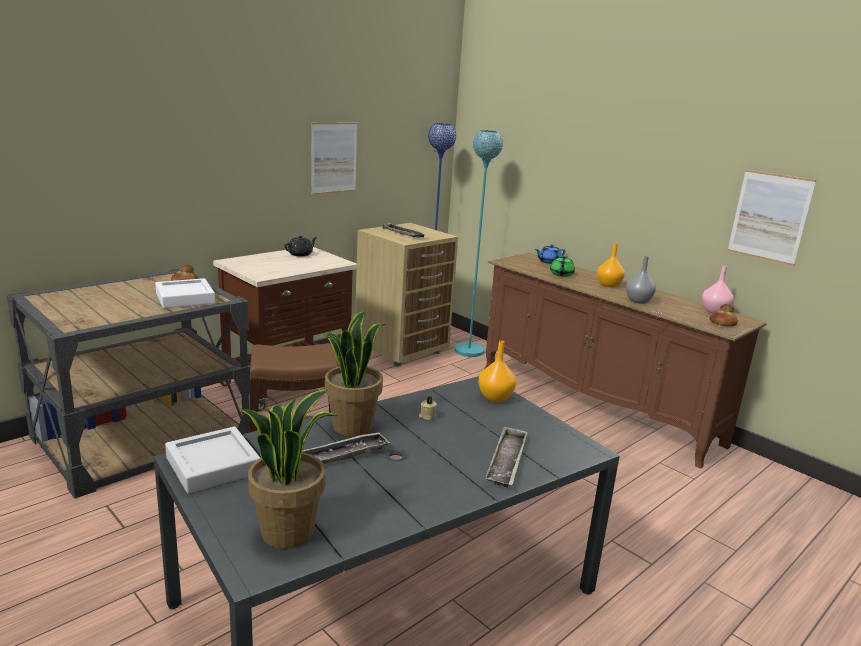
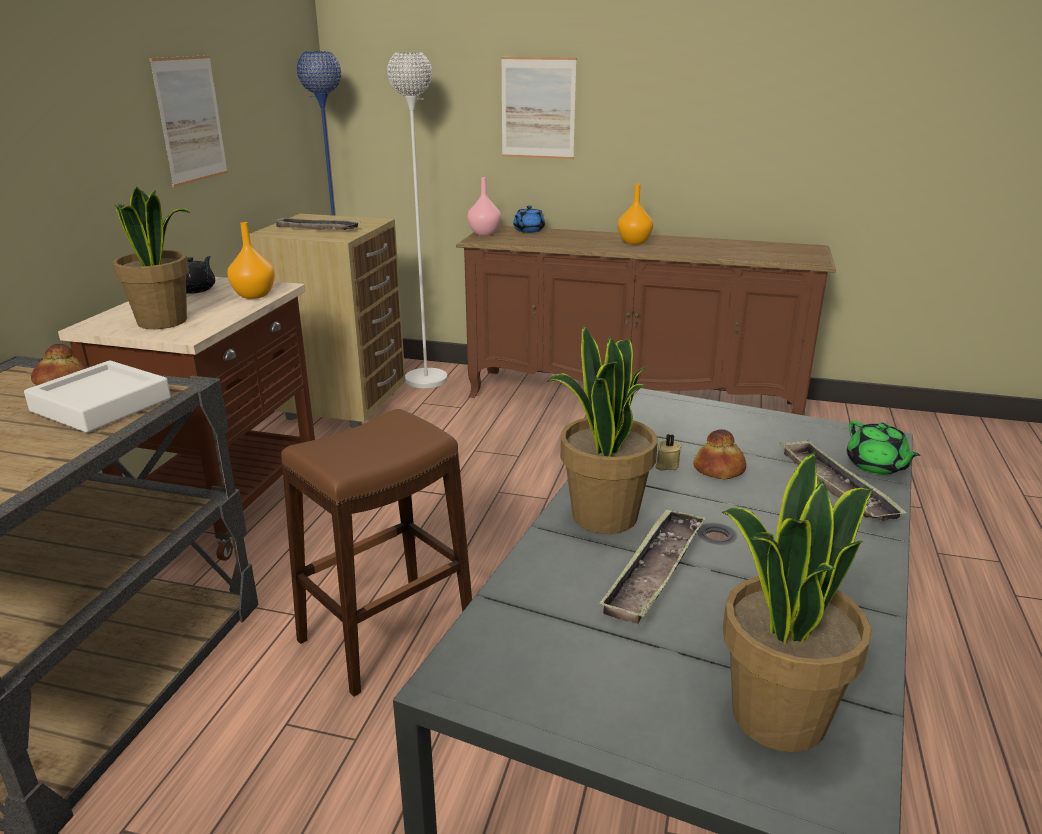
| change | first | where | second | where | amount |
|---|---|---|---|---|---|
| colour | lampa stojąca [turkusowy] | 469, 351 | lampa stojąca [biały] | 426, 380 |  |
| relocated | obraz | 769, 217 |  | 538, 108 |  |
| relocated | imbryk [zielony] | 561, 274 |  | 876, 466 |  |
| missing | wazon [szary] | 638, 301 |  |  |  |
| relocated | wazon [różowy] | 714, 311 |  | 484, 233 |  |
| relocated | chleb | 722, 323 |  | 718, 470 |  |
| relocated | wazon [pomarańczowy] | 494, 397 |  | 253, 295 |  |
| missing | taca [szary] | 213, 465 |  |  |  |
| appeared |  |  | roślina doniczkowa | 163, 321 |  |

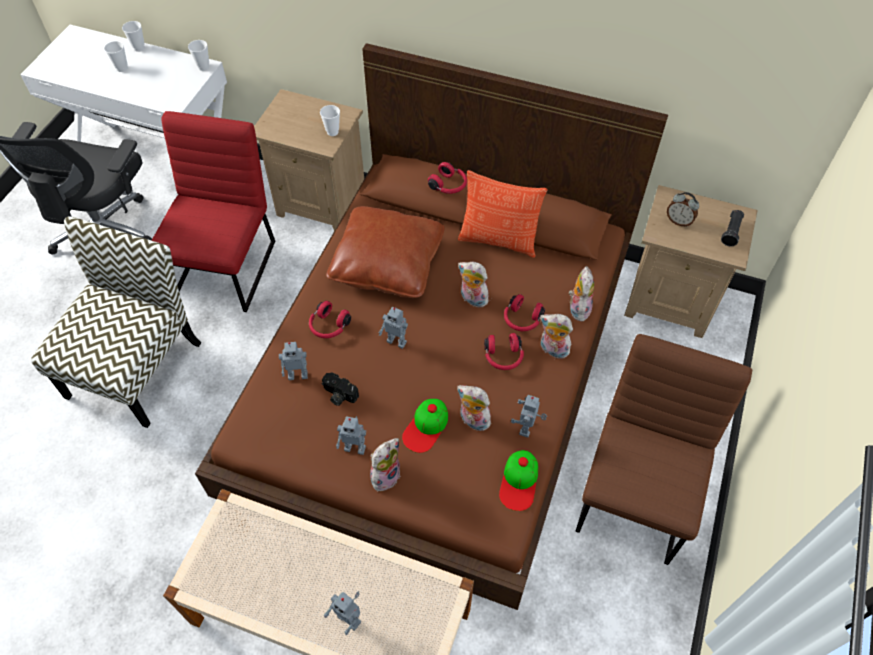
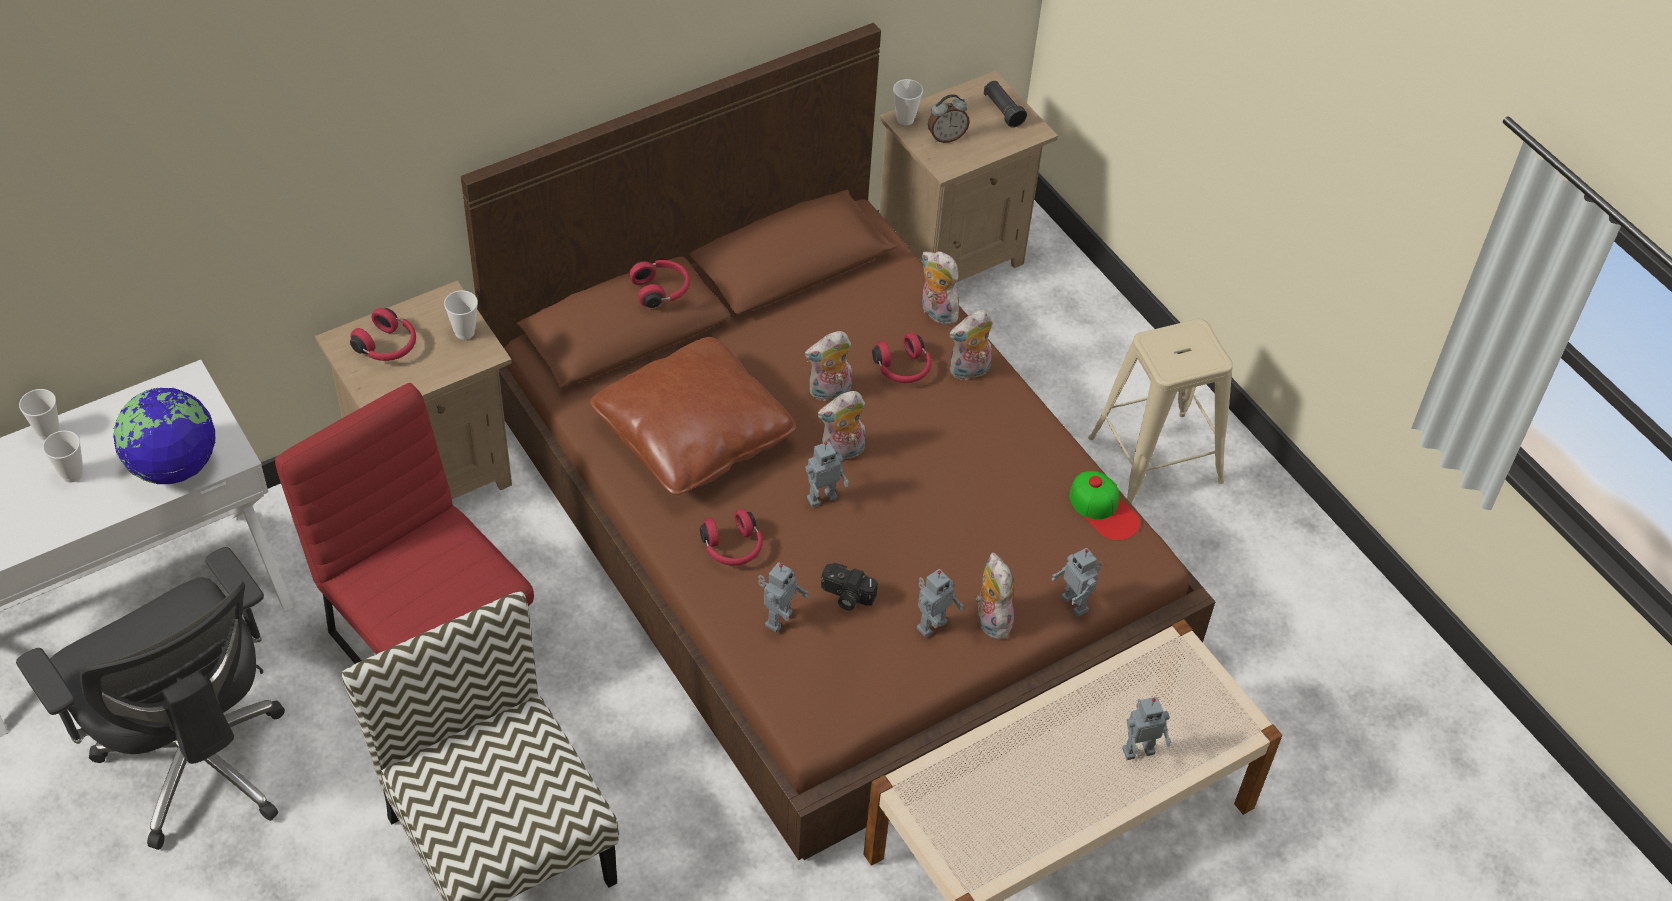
| change | first | where | second | where | amount |
|---|---|---|---|---|---|
| relocated | filiżanka | 203, 67 |  | 905, 119 |  |
| missing | poduszka [pomarańczowy] | 498, 240 |  |  |  |
| relocated | słuchawki [czerwony] | 503, 357 |  | 387, 346 |  |
| exchanged | krzesło [brązowy] | 636, 494 | stołek [beżowy] | 1155, 460 |  |
| spun | aparat fotograficzny | 338, 395 |  | 845, 596 | 45 degrees clockwise |
| relocated | pluszak | 472, 421 |  | 842, 452 |  |
| relocated | robot zabawkowy | 527, 428 |  | 1076, 603 |  |
| missing | czapka z daszkiem | 426, 427 |  |  |  |
| appeared |  |  | globus | 173, 466 |  |

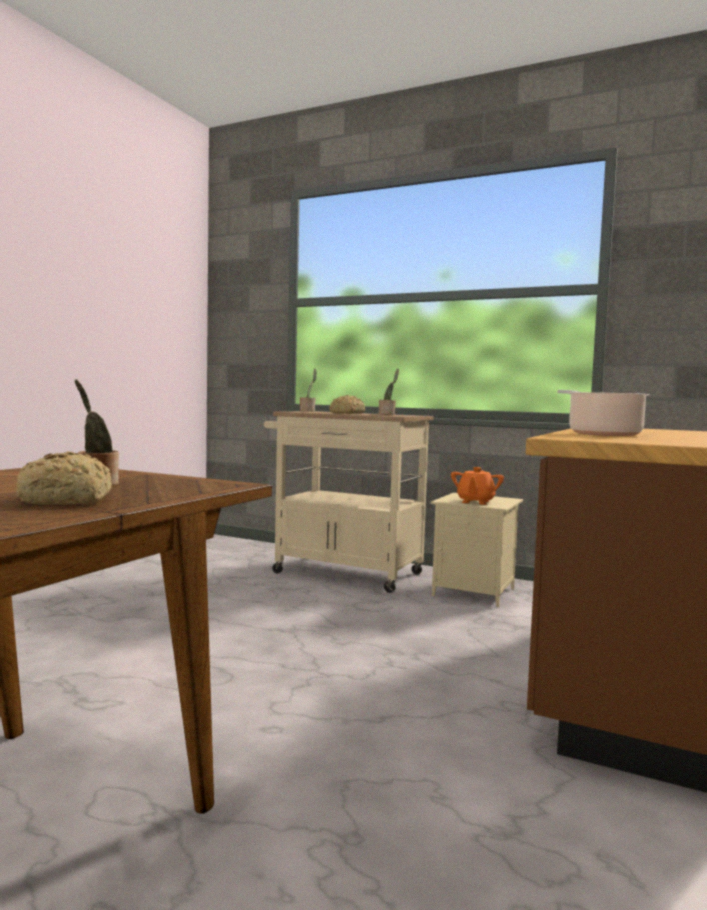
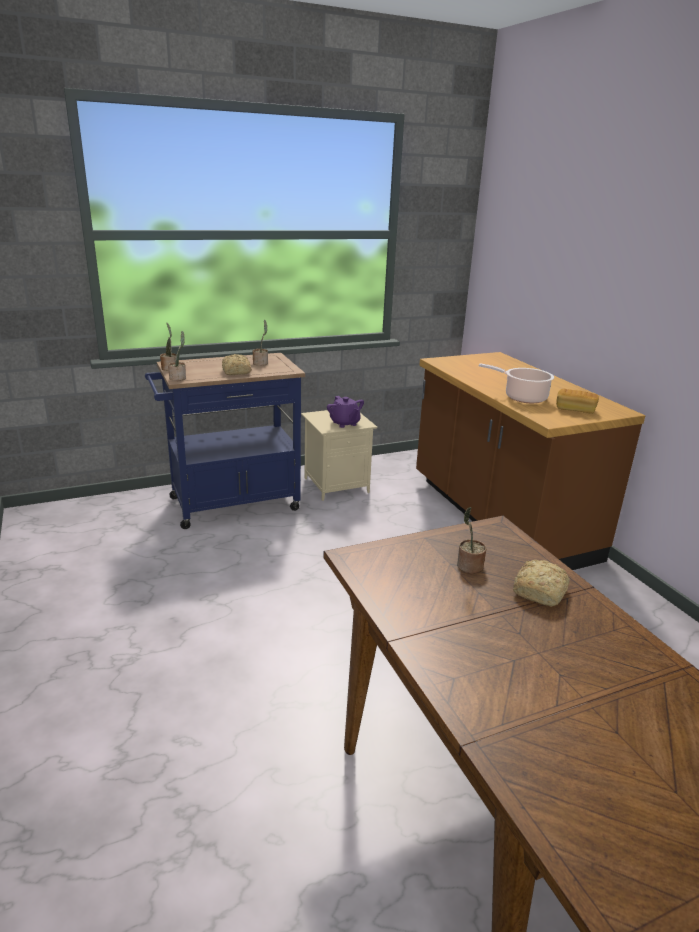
| change | first | where | second | where | amount |
|---|---|---|---|---|---|
| colour | wózek [beżowy] | 343, 573 | wózek [niebieski] | 230, 504 |  |
| colour | imbryk [pomarańczowy] | 475, 502 | imbryk [fioletowy] | 344, 423 |  |
| appeared |  |  | roślina doniczkowa | 178, 378 |  |
| appeared |  |  | chleb | 575, 410 |  |

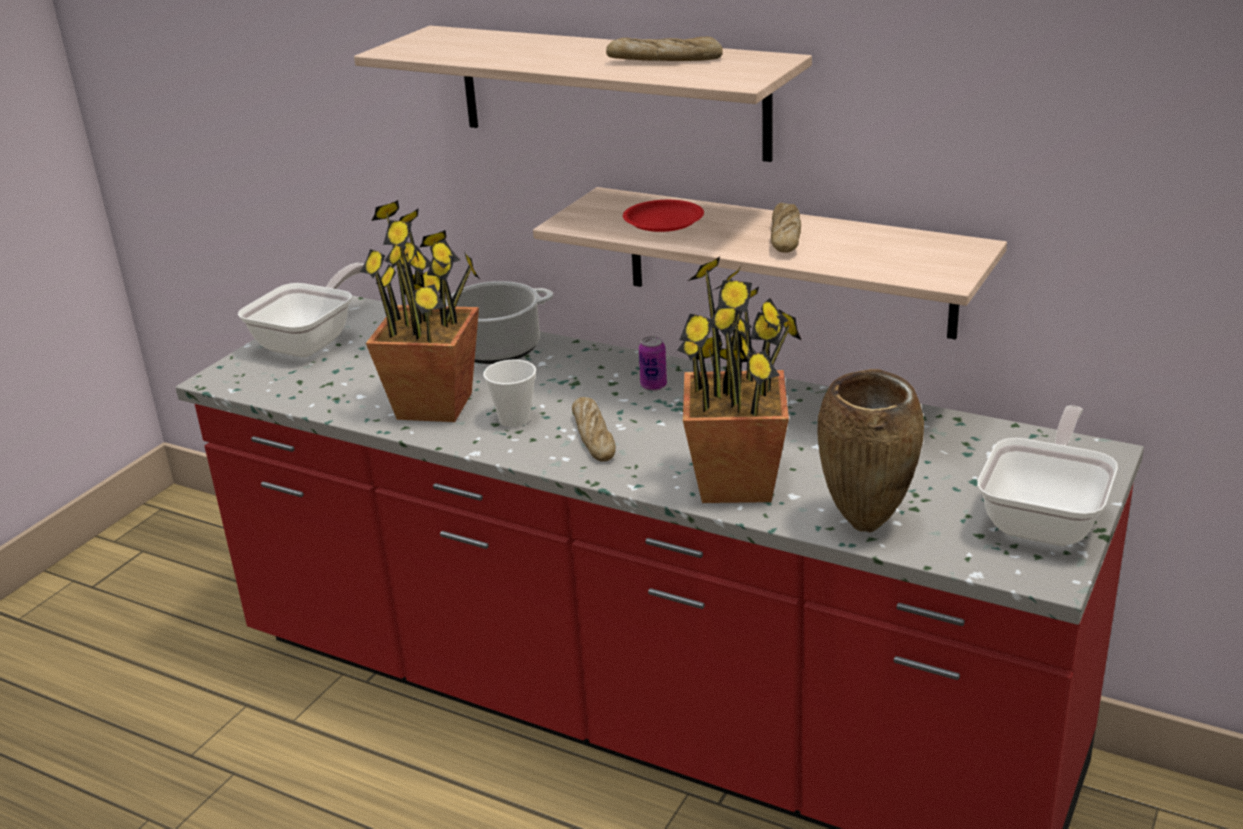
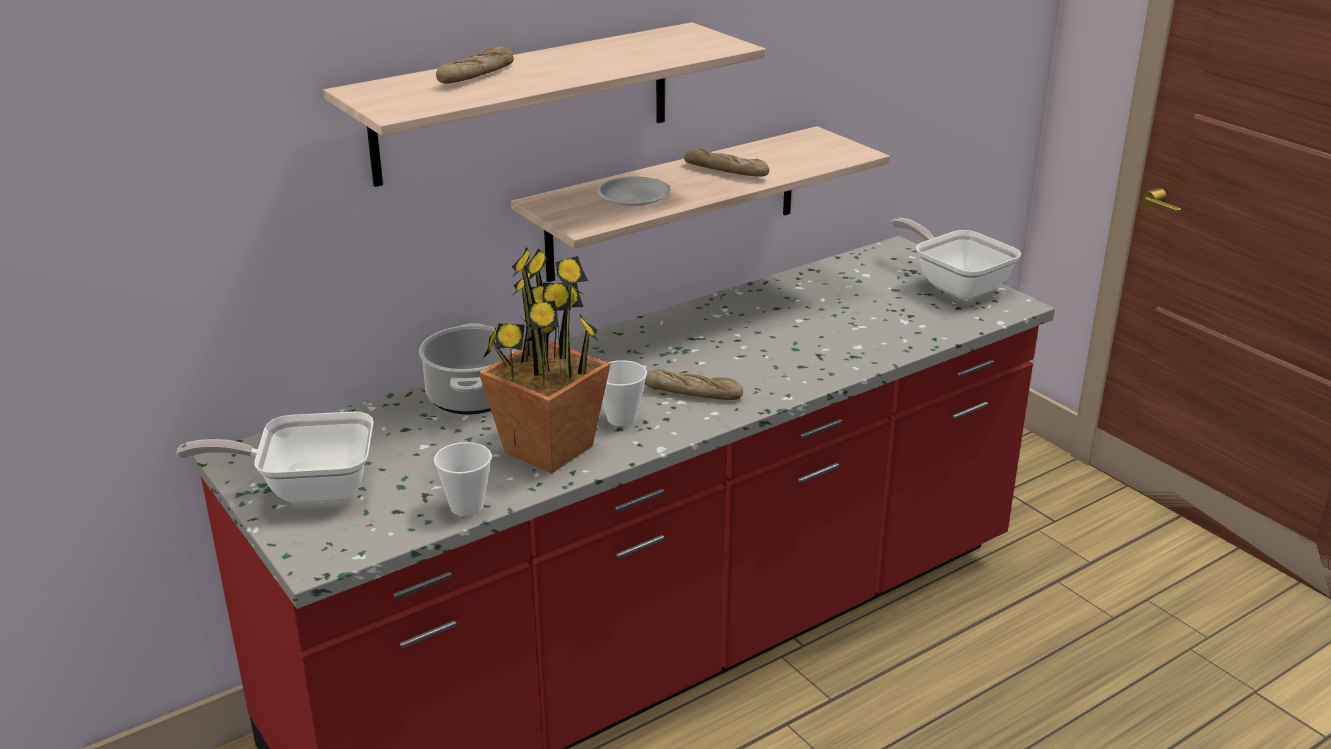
| change | first | where | second | where | amount |
|---|---|---|---|---|---|
| relocated | chleb | 664, 60 |  | 476, 75 |  |
| colour | talerz [czerwony] | 664, 221 | talerz [biały] | 634, 196 |  |
| missing | roślina doniczkowa | 735, 483 |  |  |  |
| spun | patelnia | 312, 341 |  | 307, 487 | 60 degrees counterclockwise |
| missing | puszka | 653, 386 |  |  |  |
| missing | wazon [brązowy] | 868, 526 |  |  |  |
| appeared |  |  | filiżanka | 467, 506 |  |

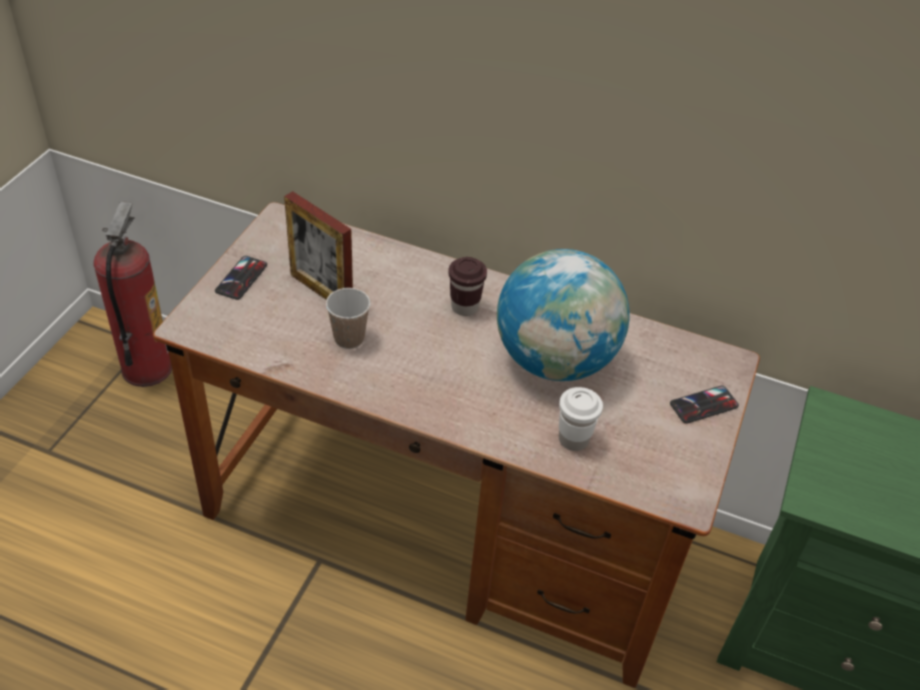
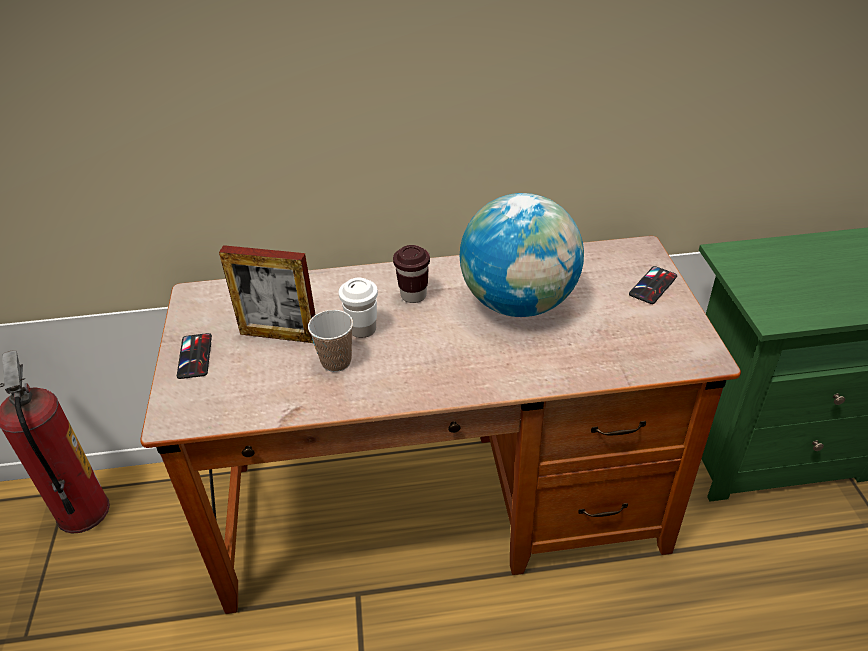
| change | first | where | second | where | amount |
|---|---|---|---|---|---|
| relocated | filiżanka [biały] | 573, 440 |  | 362, 329 |  |

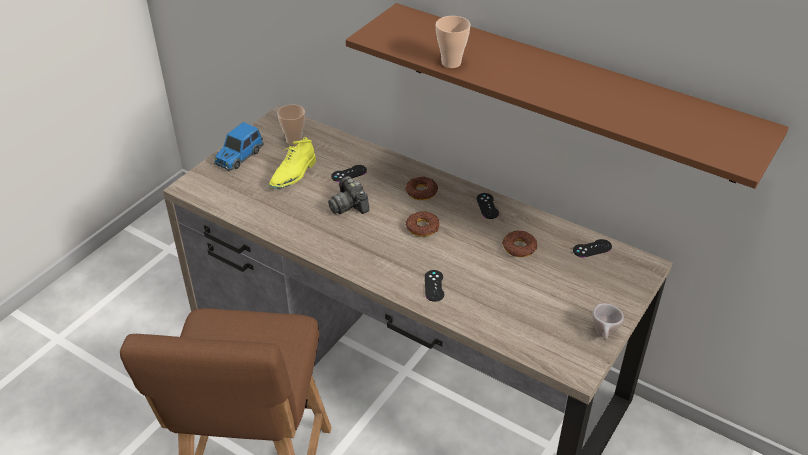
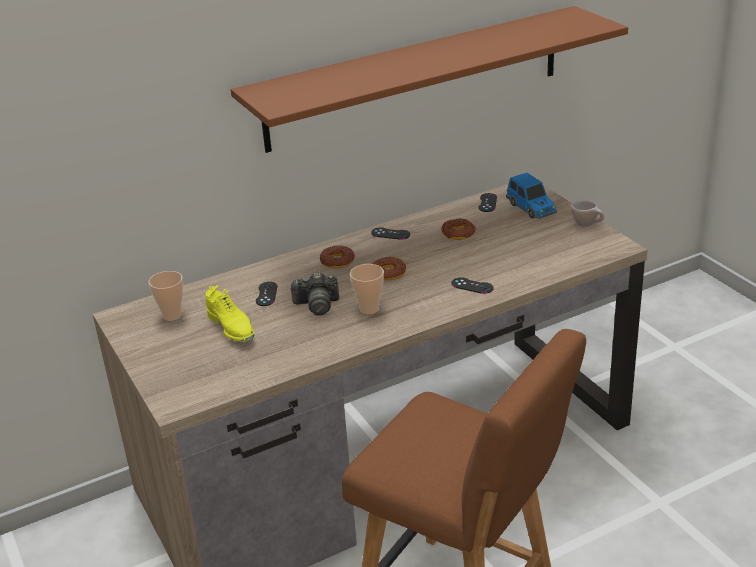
| change | first | where | second | where | amount |
|---|---|---|---|---|---|
| relocated | filiżanka | 451, 63 |  | 369, 309 |  |
| relocated | samochodzik | 238, 157 |  | 531, 208 |  |

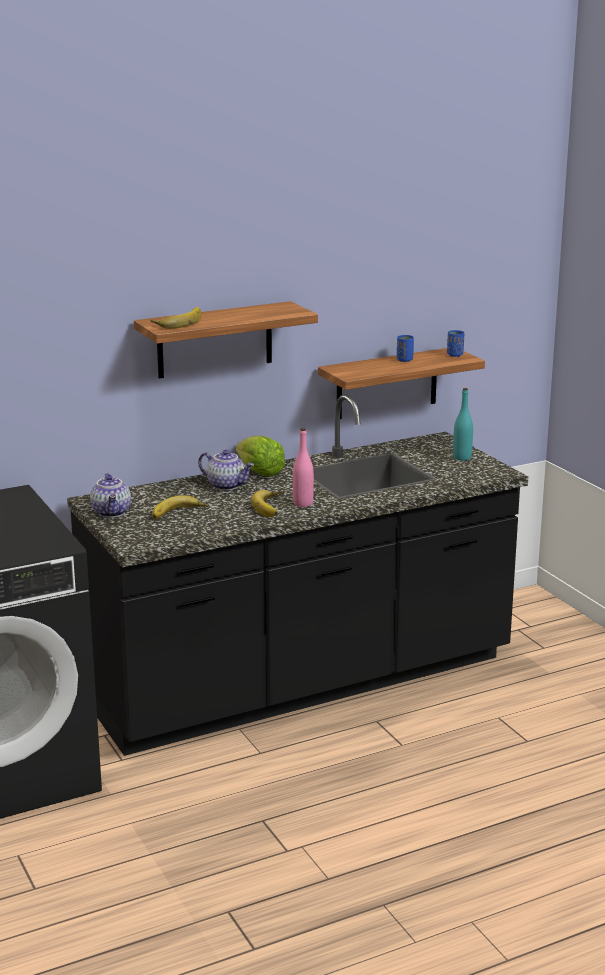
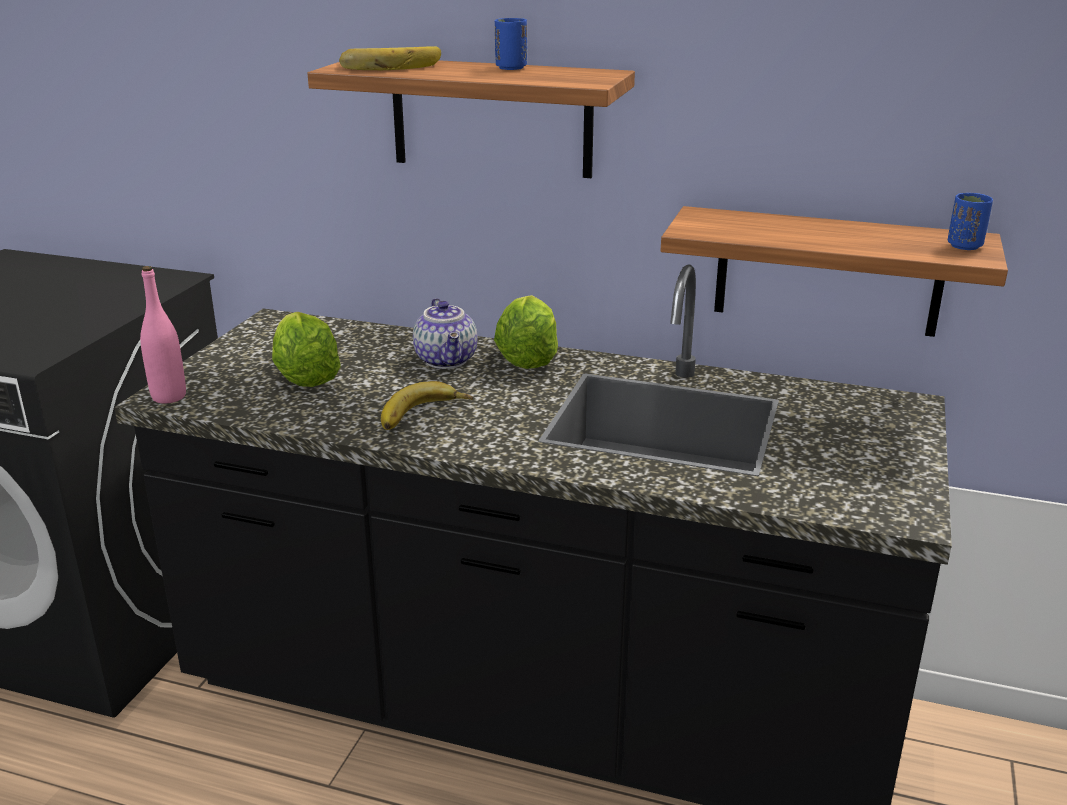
| change | first | where | second | where | amount |
|---|---|---|---|---|---|
| relocated | filiżanka [niebieski] | 404, 360 |  | 511, 68 |  |
| missing | butelka [turkusowy] | 462, 458 |  |  |  |
| relocated | butelka [różowy] | 303, 503 |  | 169, 397 |  |
| missing | imbryk | 112, 512 |  |  |  |
| exchanged | banan | 178, 514 | sałata | 305, 376 |  |

